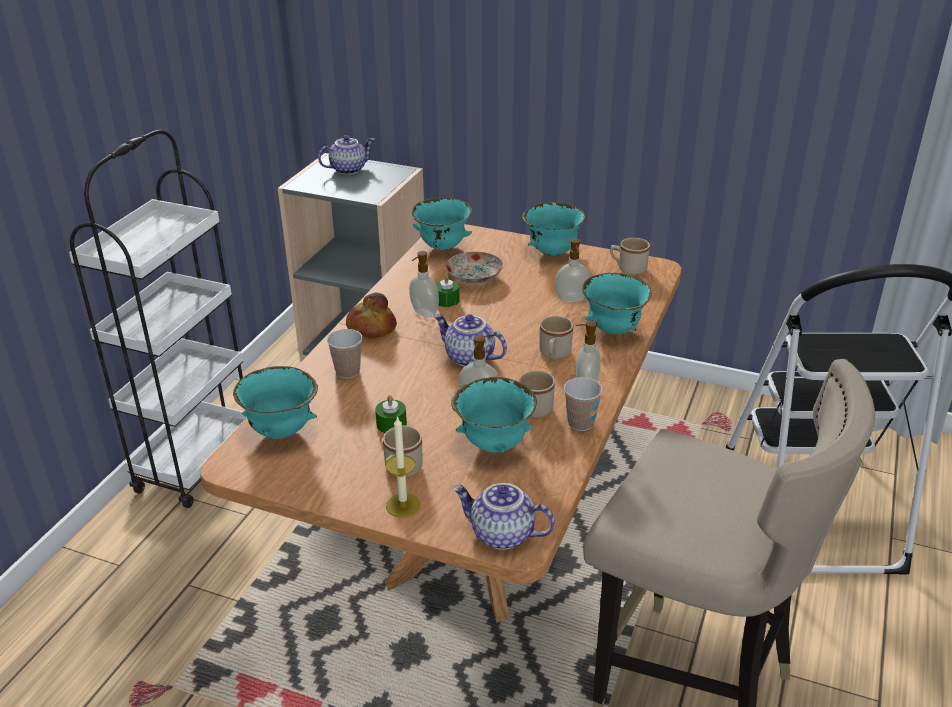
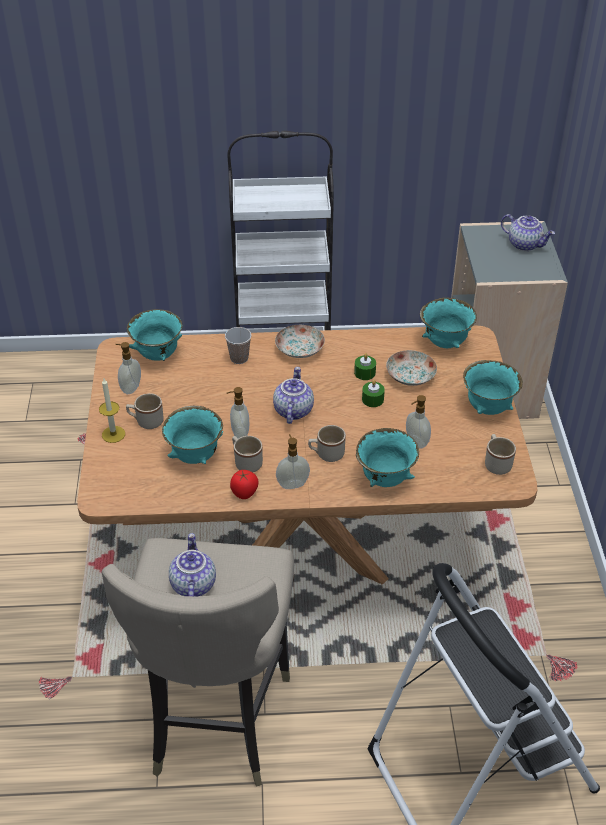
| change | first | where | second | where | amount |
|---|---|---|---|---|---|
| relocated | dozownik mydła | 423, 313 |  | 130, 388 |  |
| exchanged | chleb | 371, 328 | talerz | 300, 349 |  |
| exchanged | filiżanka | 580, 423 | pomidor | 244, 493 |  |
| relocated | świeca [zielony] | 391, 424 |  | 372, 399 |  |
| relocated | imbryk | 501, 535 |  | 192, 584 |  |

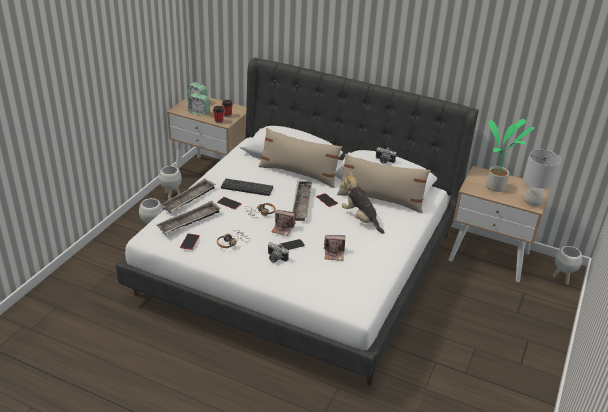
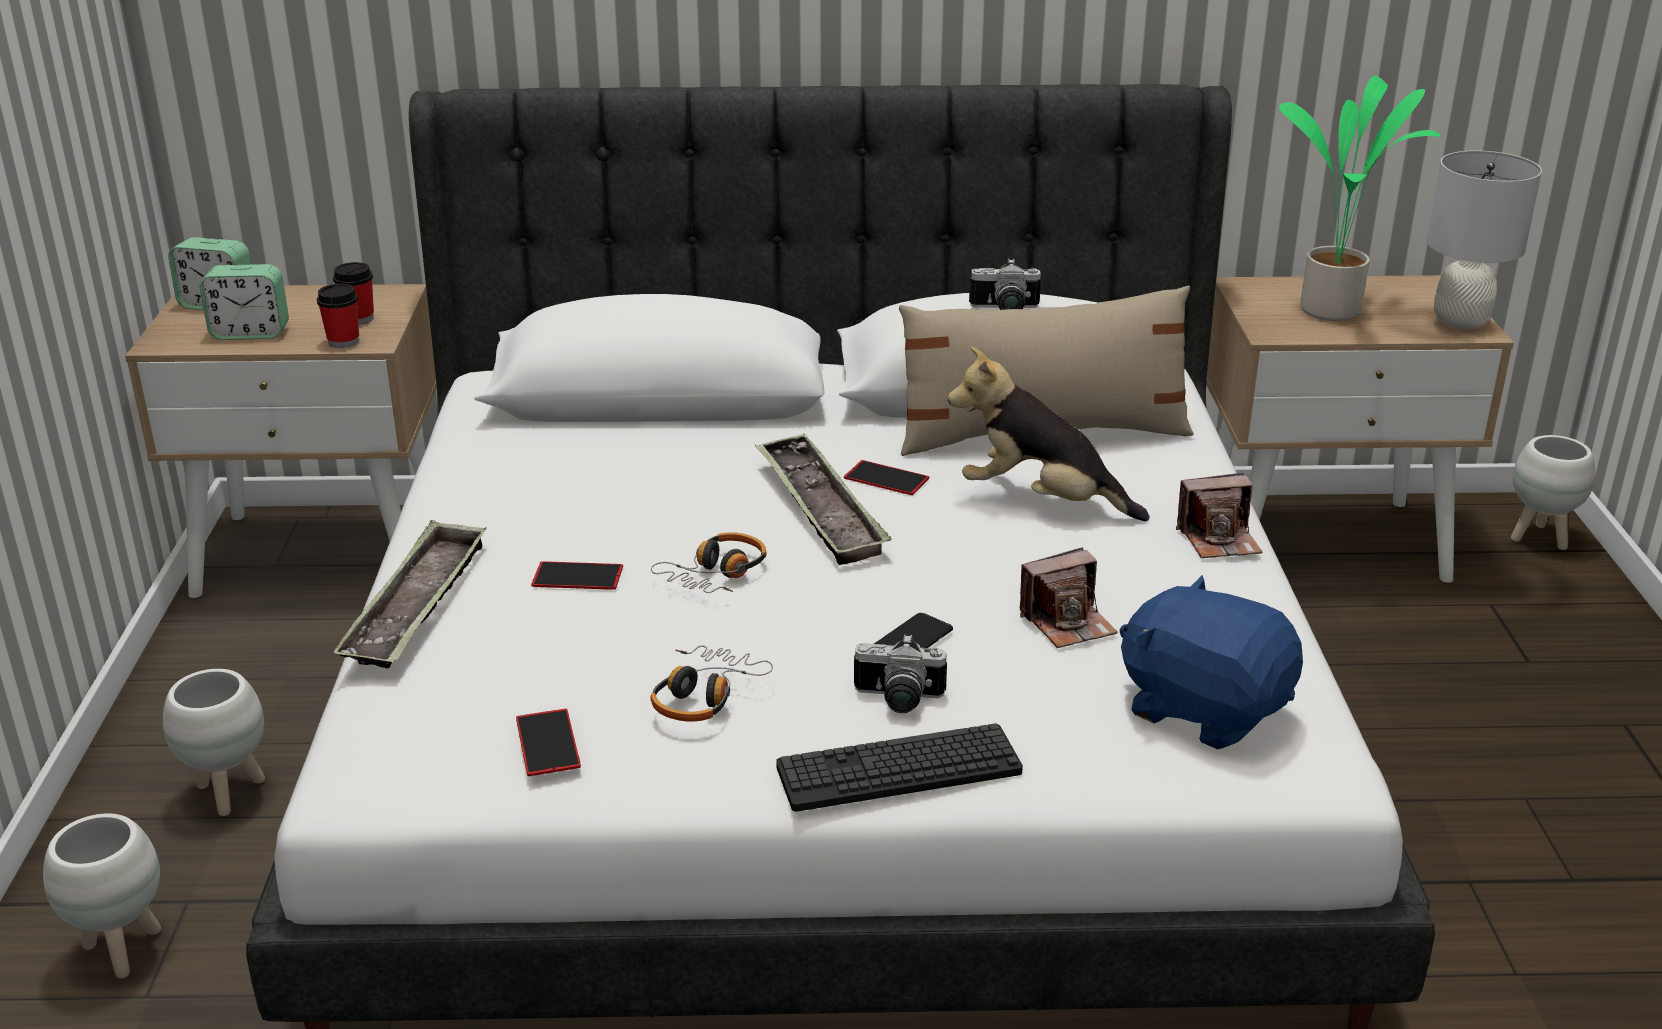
| change | first | where | second | where | amount |
|---|---|---|---|---|---|
| missing | poduszka [beżowy] | 298, 174 |  |  |  |
| relocated | donica [biały] | 171, 196 |  | 123, 950 |  |
| relocated | klawiatura | 247, 188 |  | 899, 770 |  |
| missing | taca | 189, 221 |  |  |  |
| relocated | aparat fotograficzny | 283, 228 |  | 1219, 539 |  |
| appeared |  |  | pluszak [niebieski] | 1204, 708 |  |

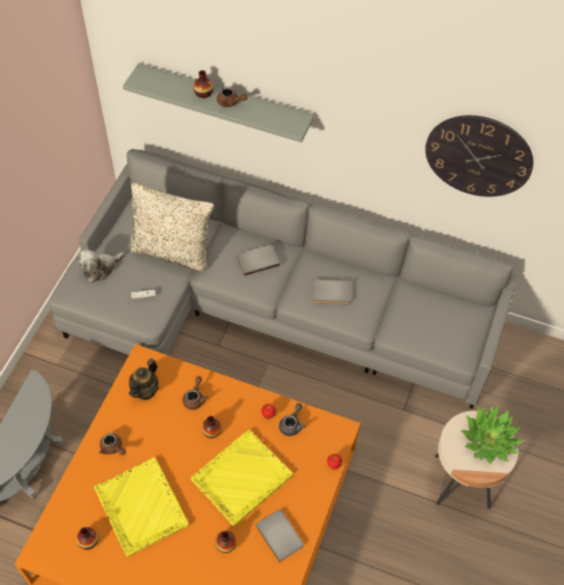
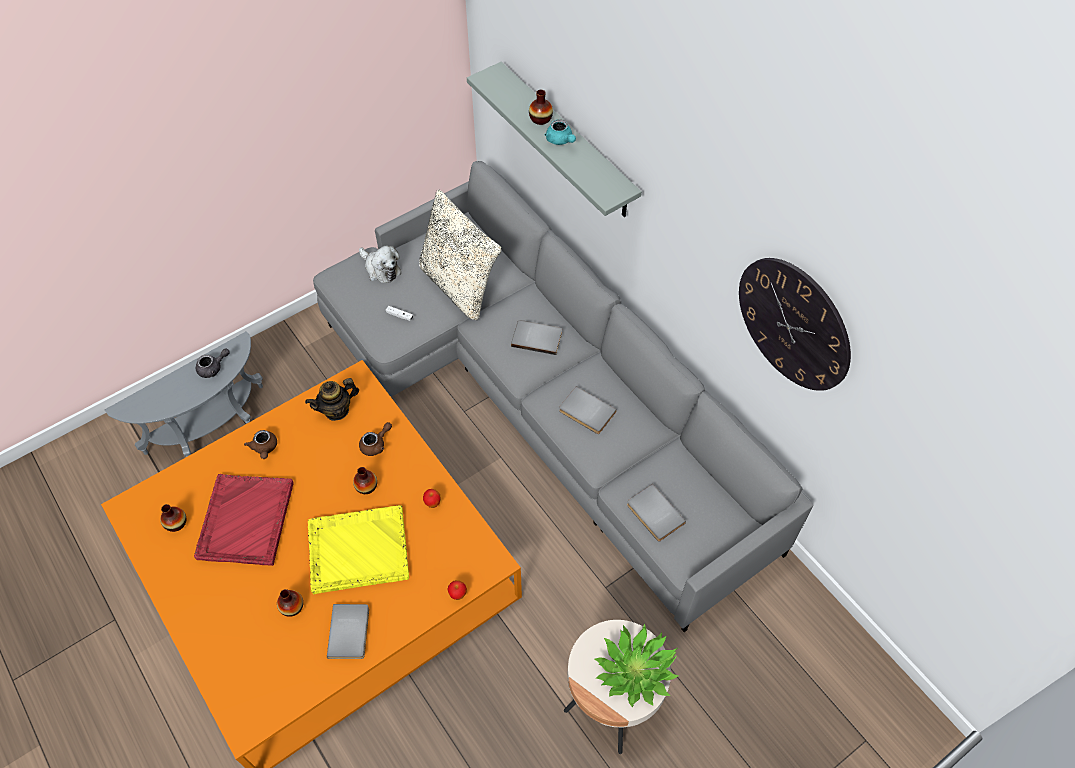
| change | first | where | second | where | amount |
|---|---|---|---|---|---|
| colour | imbryk [brązowy] | 230, 102 | imbryk [turkusowy] | 560, 140 |  |
| spun | pluszak | 100, 268 |  | 381, 269 | 135 degrees counterclockwise |
| relocated | imbryk [szary] | 292, 424 |  | 213, 368 |  |
| colour | taca [żółty] | 141, 507 | taca [czerwony] | 245, 521 |  |
| appeared |  |  | książka [szary] | 653, 515 |  |

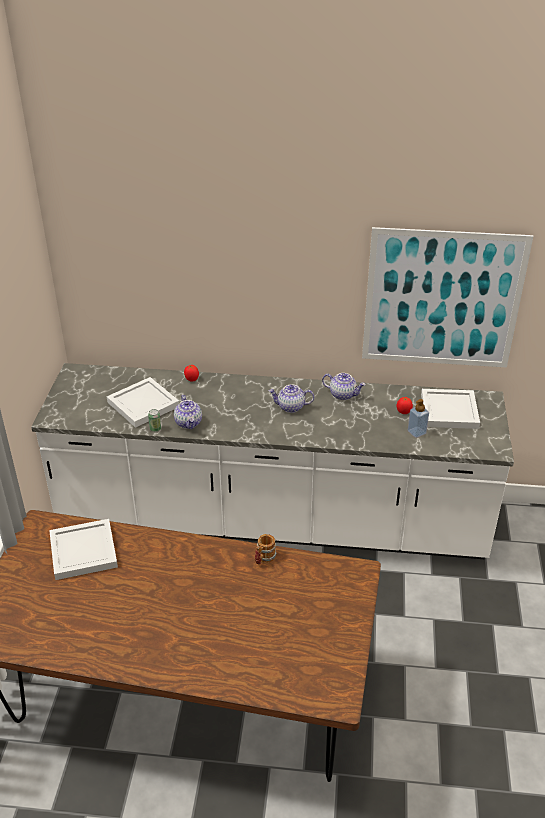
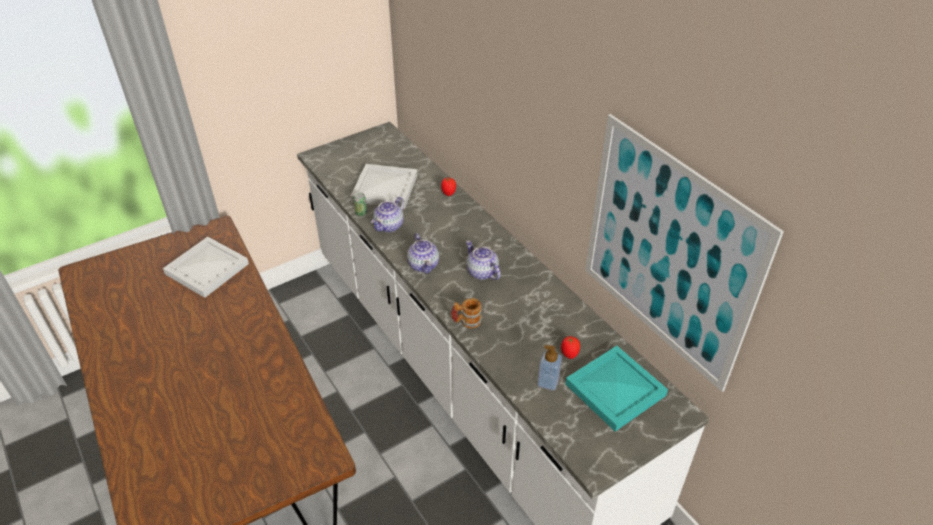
| change | first | where | second | where | amount |
|---|---|---|---|---|---|
| relocated | imbryk | 343, 394 |  | 424, 265 |  |
| colour | taca [biały] | 450, 410 | taca [turkusowy] | 617, 390 |  |
| relocated | kubek | 264, 558 |  | 466, 321 |  |

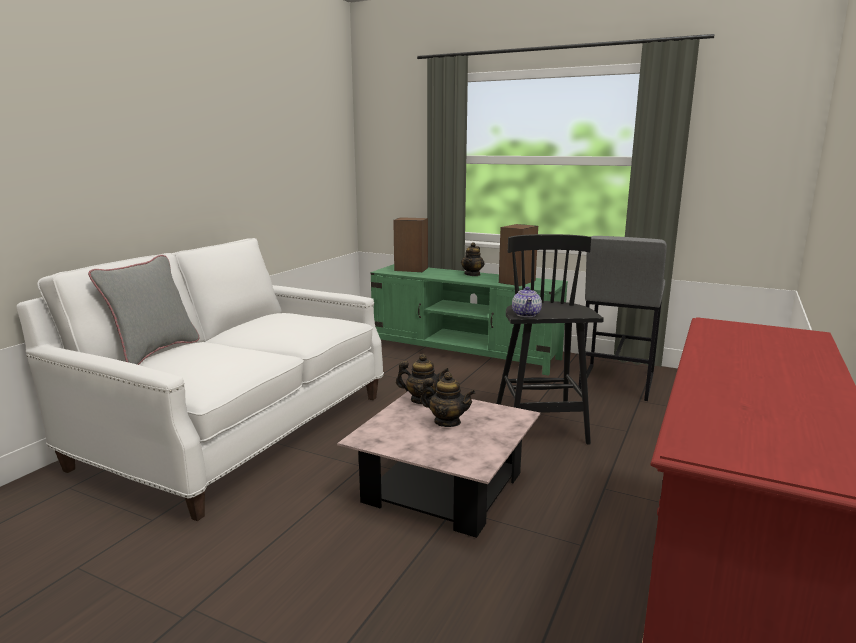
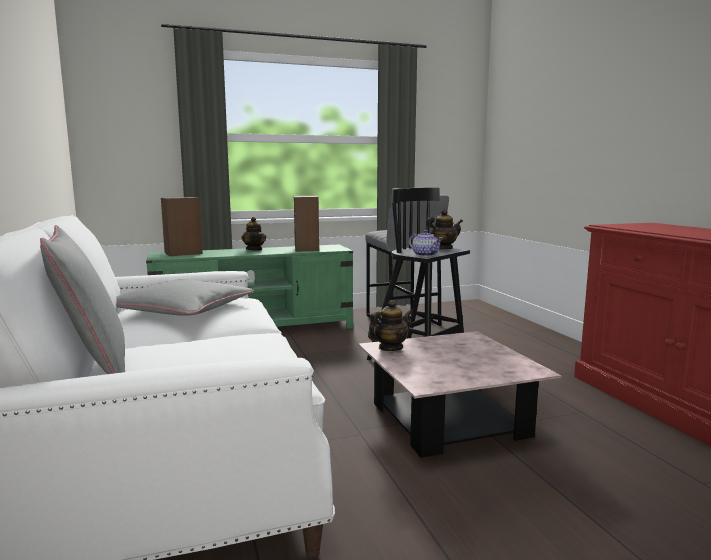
| change | first | where | second | where | amount |
|---|---|---|---|---|---|
| relocated | imbryk | 447, 422 |  | 442, 249 |  |
| appeared |  |  | poduszka [szary] | 183, 309 |  |

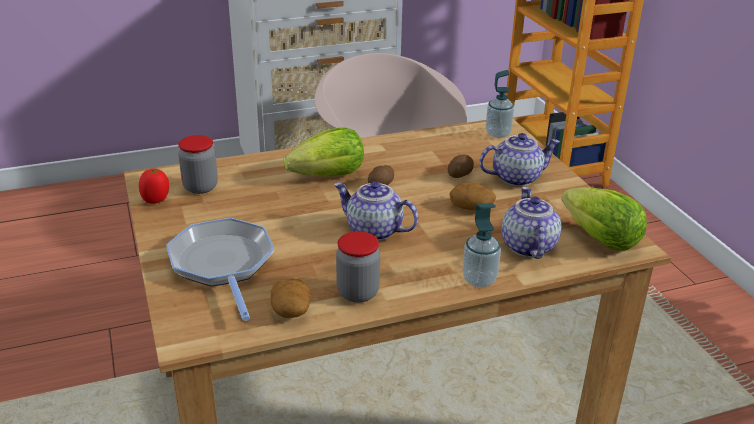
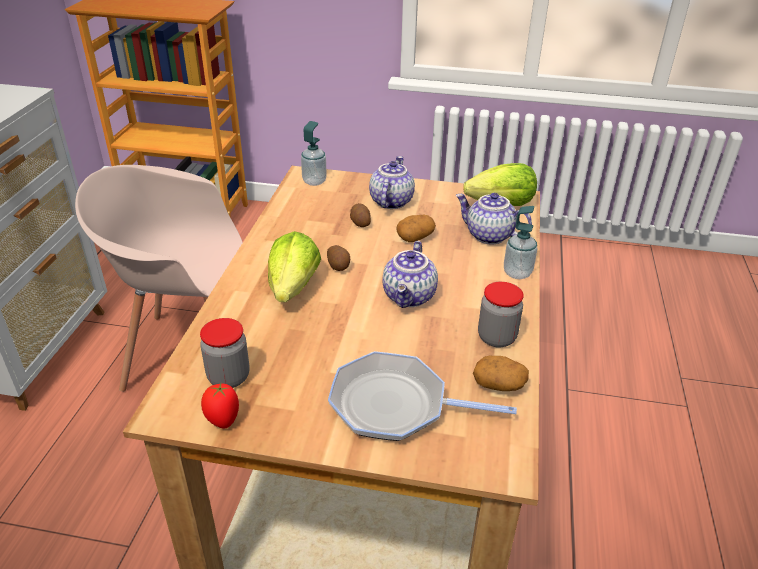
| change | first | where | second | where | amount |
|---|---|---|---|---|---|
| spun | imbryk | 373, 231 |  | 410, 297 | 45 degrees counterclockwise |

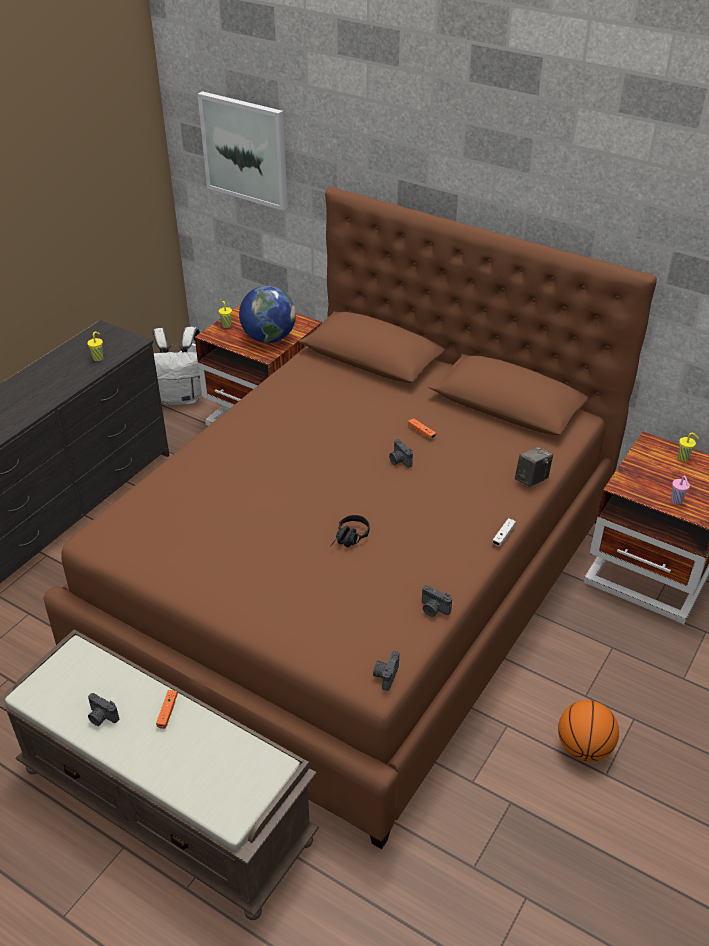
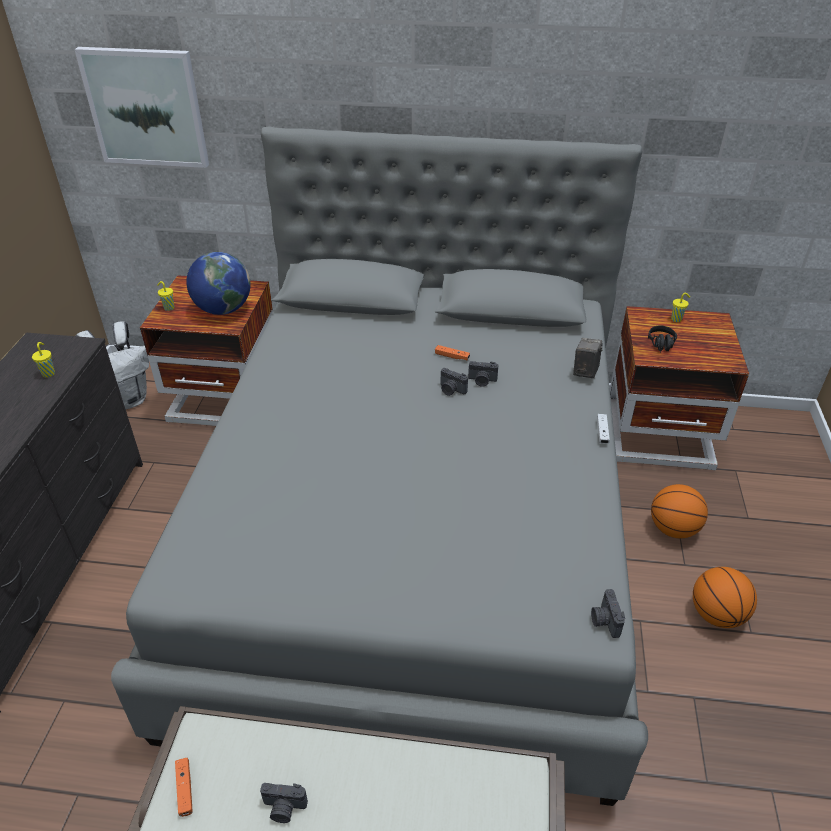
| change | first | where | second | where | amount |
|---|---|---|---|---|---|
| colour | łóżko [brązowy] | 355, 586 | łóżko [szary] | 416, 535 |  |
| missing | filiżanka [różowy] | 676, 501 |  |  |  |
| relocated | słuchawki [czarny] | 349, 539 |  | 662, 346 |  |
| relocated | aparat fotograficzny | 433, 609 |  | 482, 381 |  |
| relocated | pad do gier [pomarańczowy] | 167, 712 |  | 185, 789 |  |
| appeared |  |  | piłka do koszykówki | 673, 529 |  |

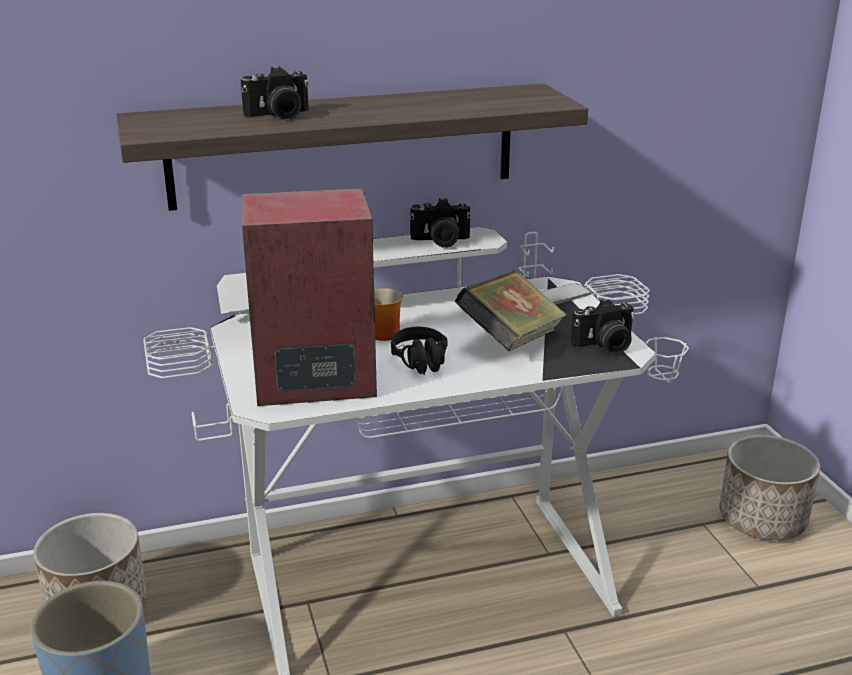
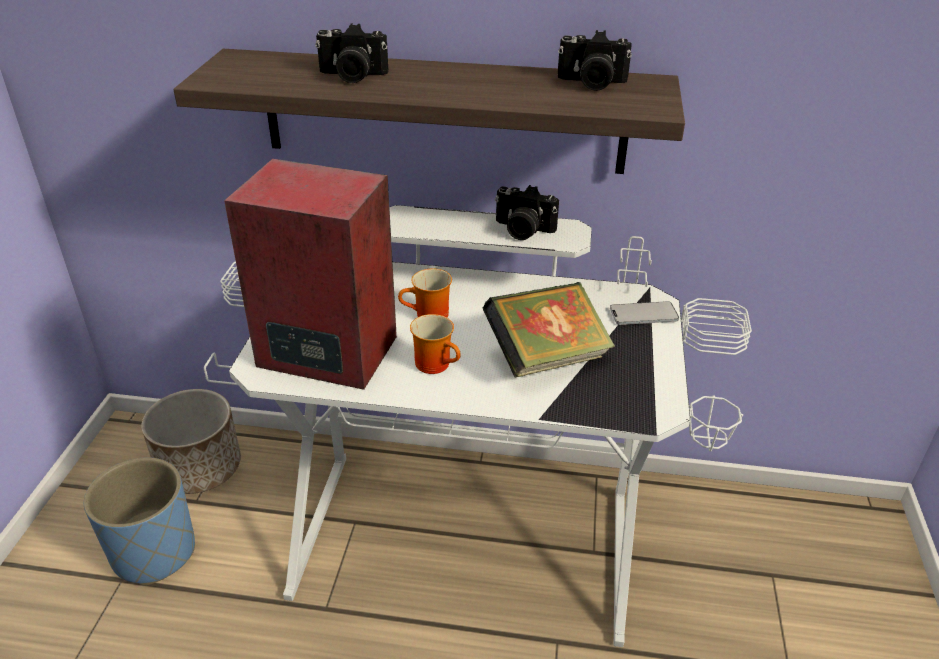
| change | first | where | second | where | amount |
|---|---|---|---|---|---|
| relocated | aparat fotograficzny | 605, 345 |  | 591, 83 |  |
| exchanged | słuchawki [czarny] | 423, 365 | kubek | 437, 364 |  |
| missing | donica | 763, 519 |  |  |  |

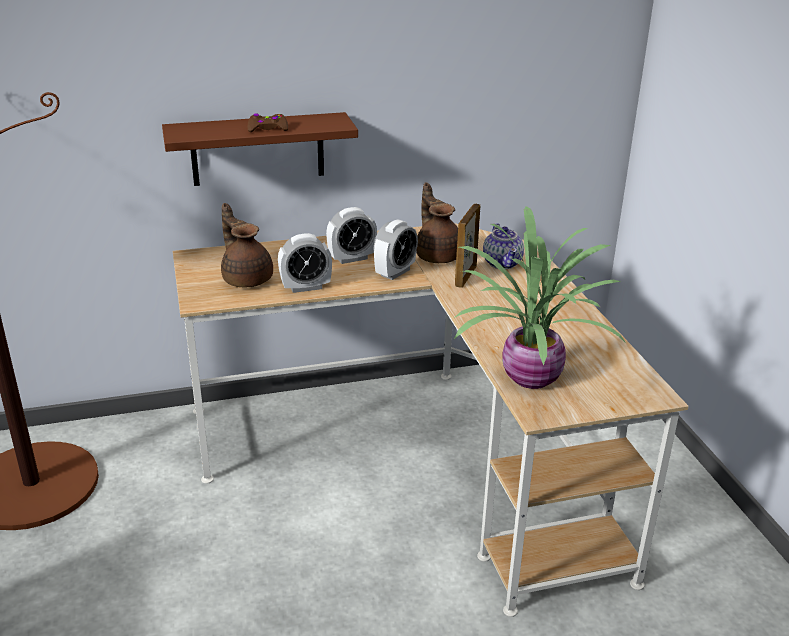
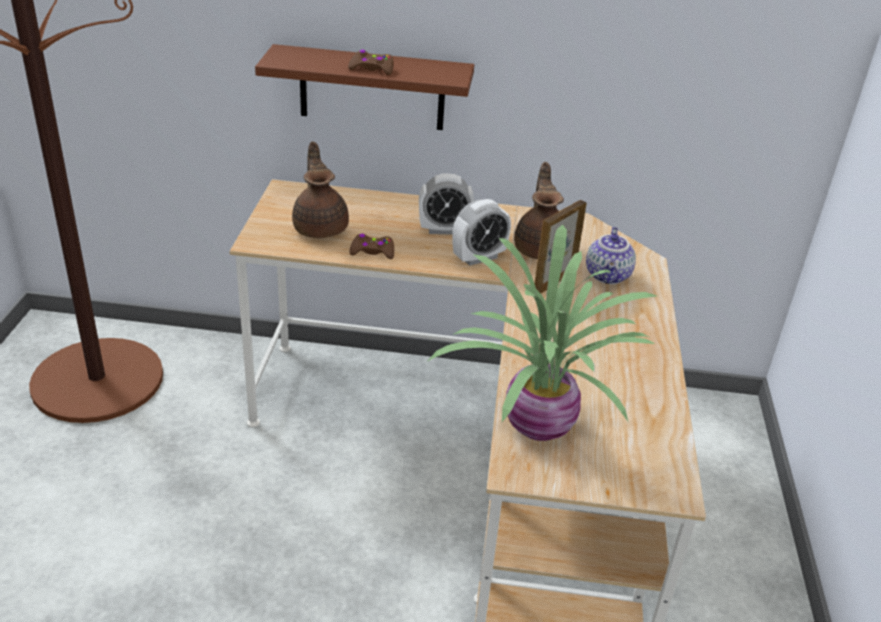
| change | first | where | second | where | amount |
|---|---|---|---|---|---|
| exchanged | budzik | 306, 287 | pad do gier [brązowy] | 372, 252 |  |

